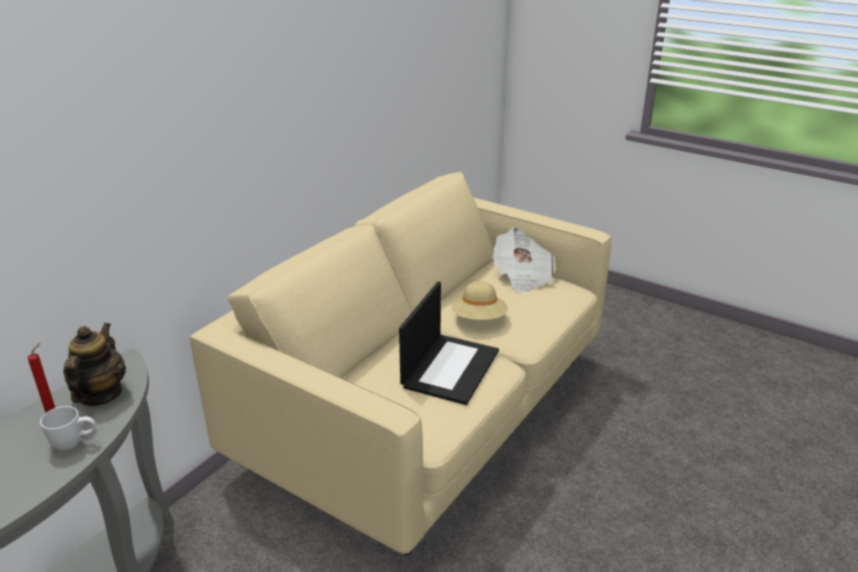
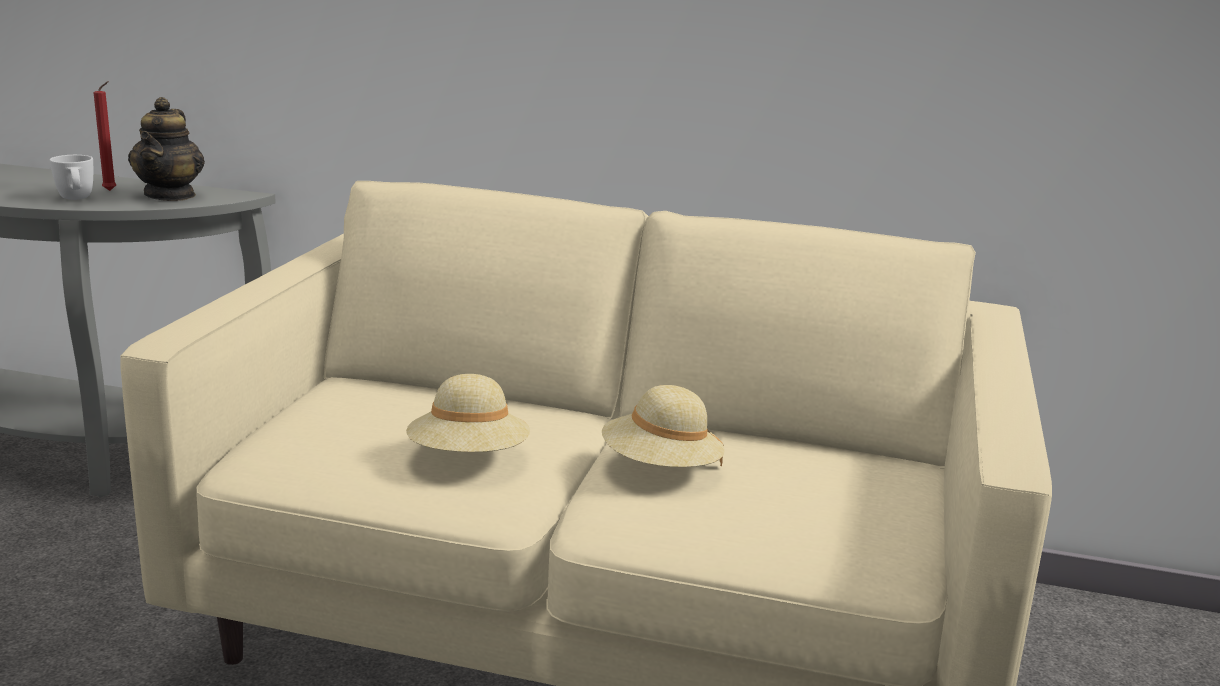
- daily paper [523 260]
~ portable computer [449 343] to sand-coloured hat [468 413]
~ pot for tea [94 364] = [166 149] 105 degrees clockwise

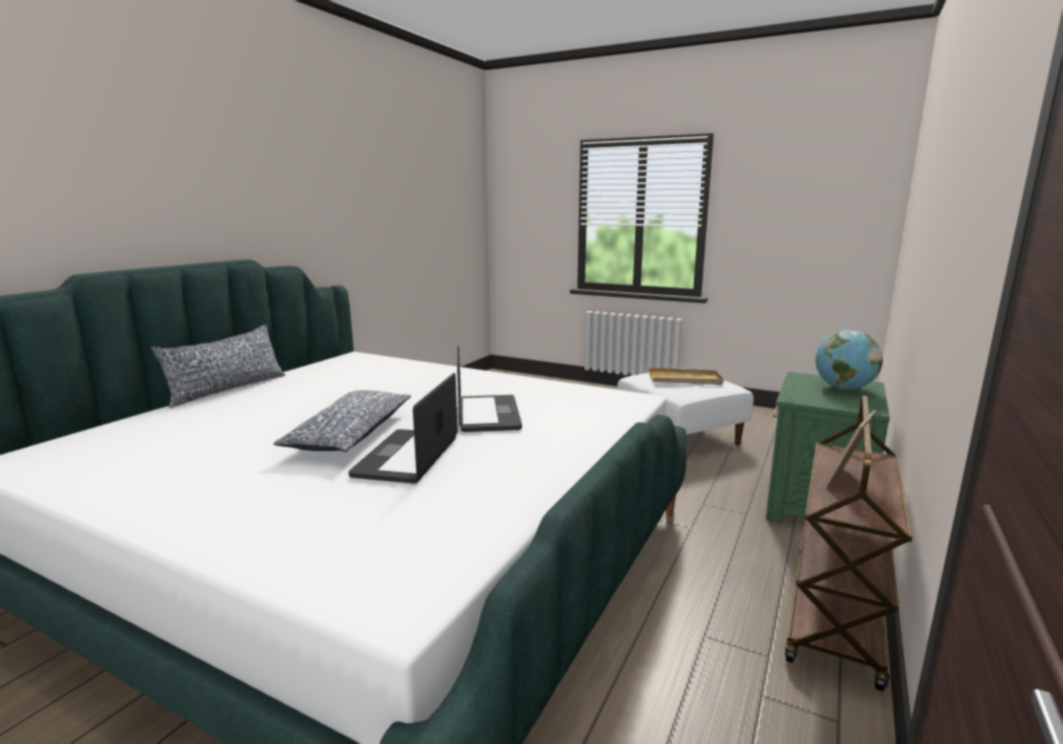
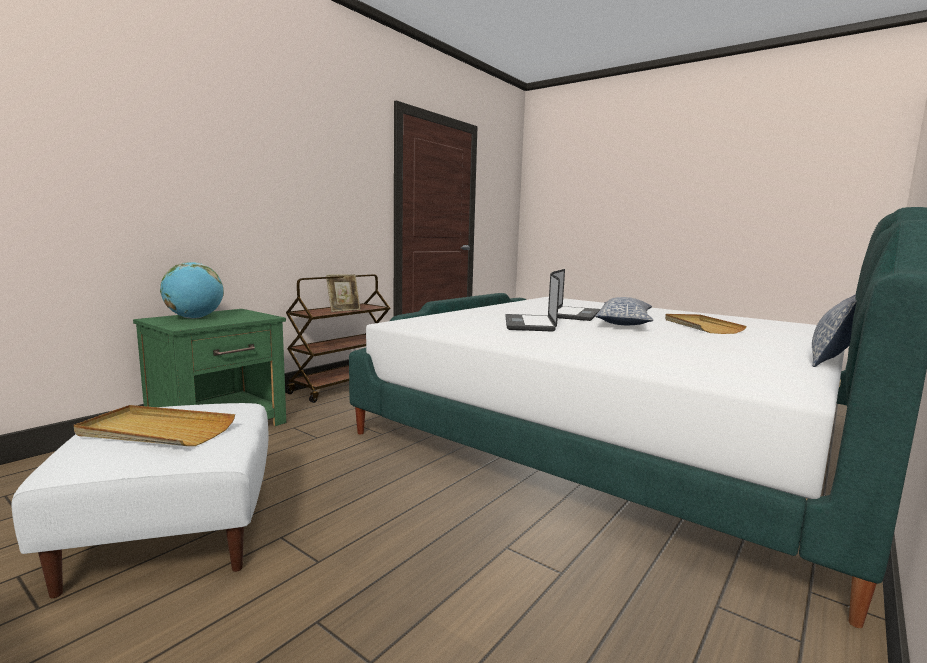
+ sand-coloured carrying tray [706 324]

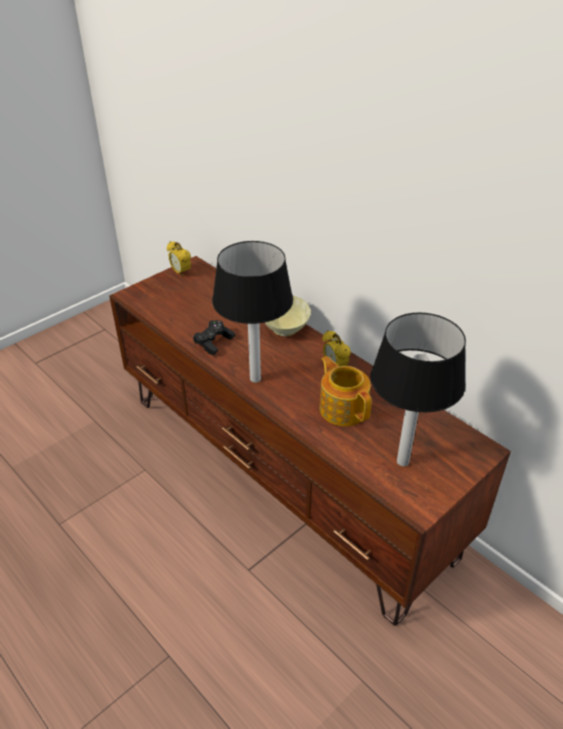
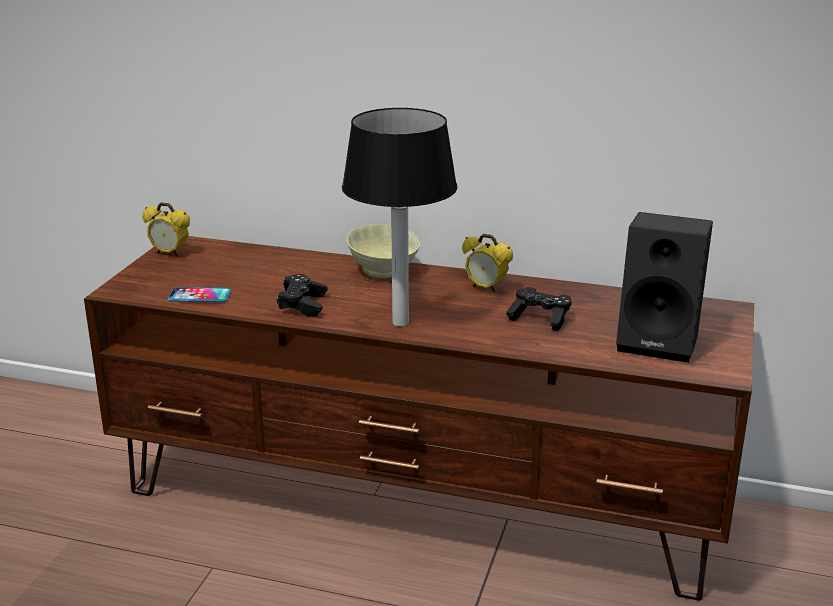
~ table lamp [418 389] to black audio speaker [664 287]
~ pot for tea [346 391] to black gamepad [539 309]
+ handset [199 294]

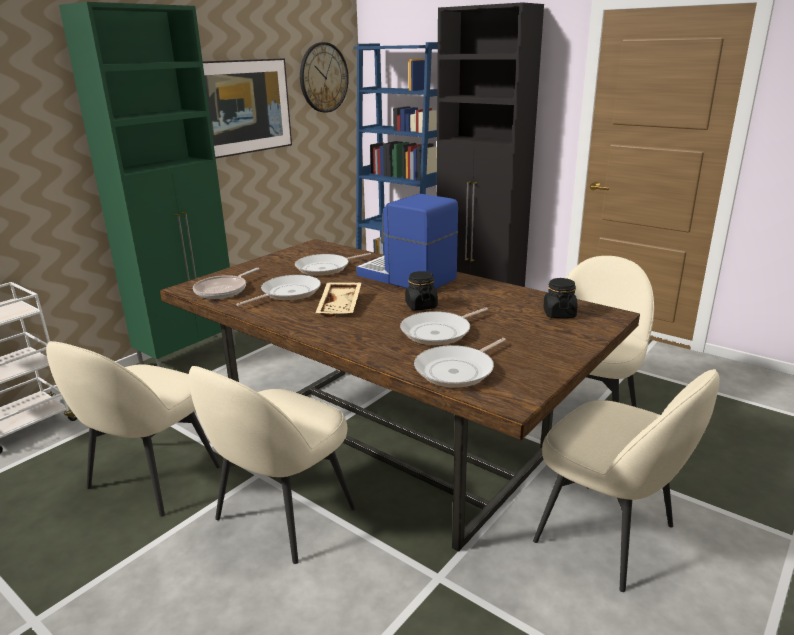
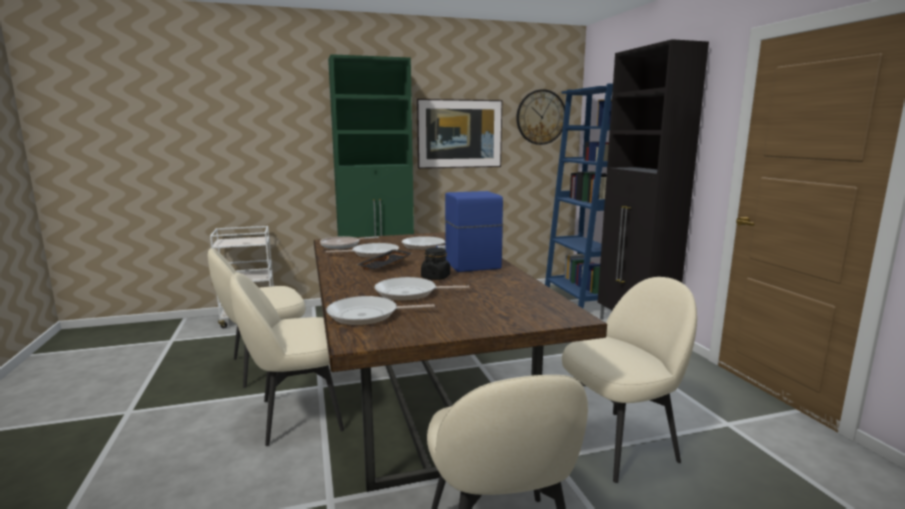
- black preserve jar [560 298]
~ sand-coloured carrying tray [338 299] to black carrying tray [384 259]

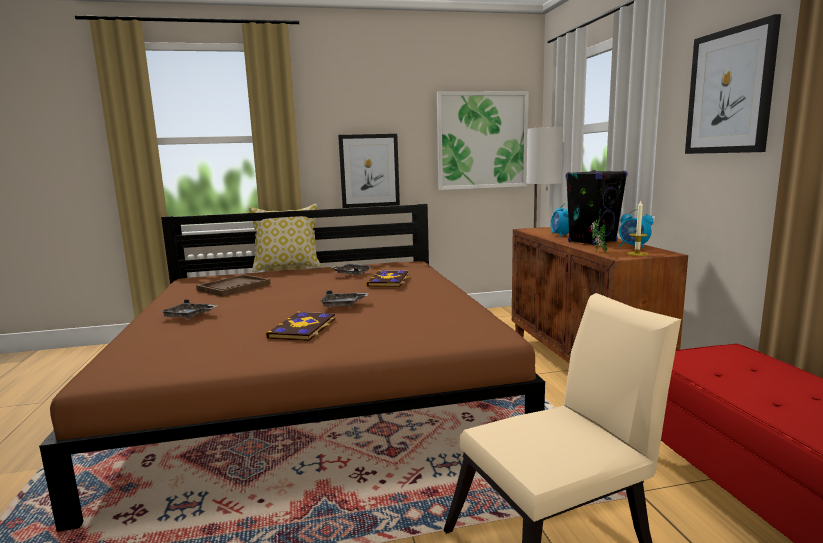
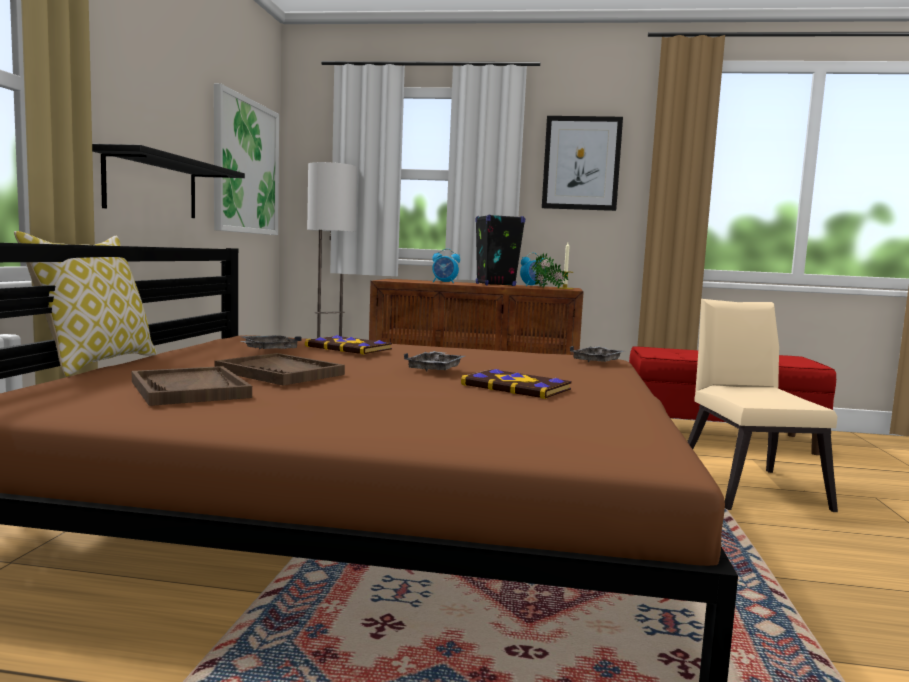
~ picture [369 171] to black bracket shelf [168 181]
~ gray carrying tray [188 309] to [597 354]
+ brown carrying tray [279 369]

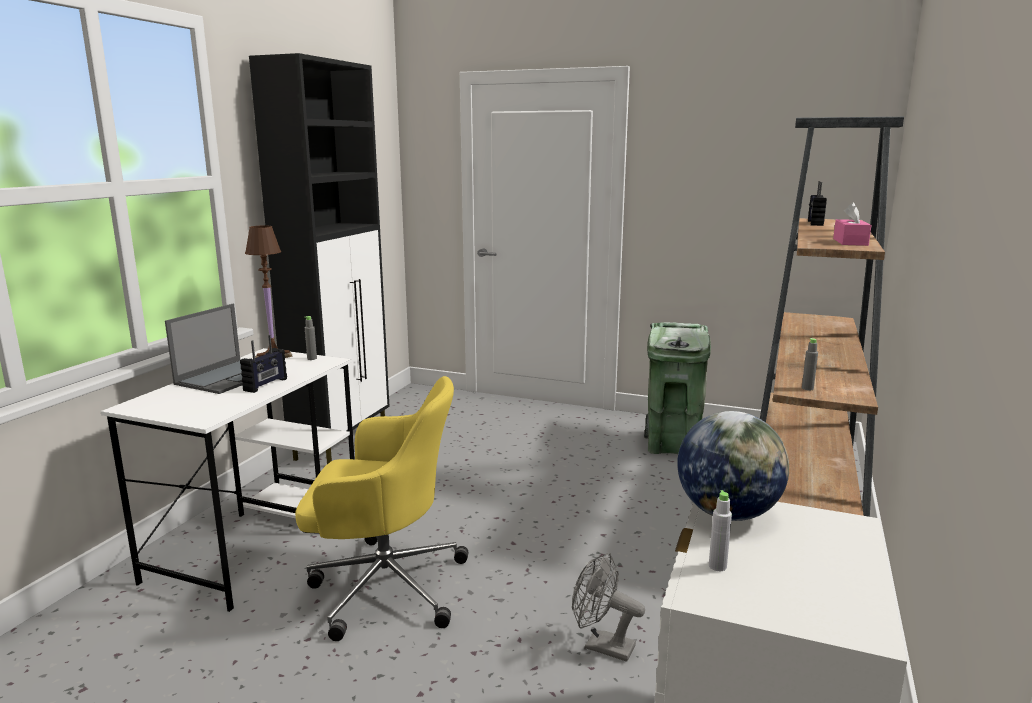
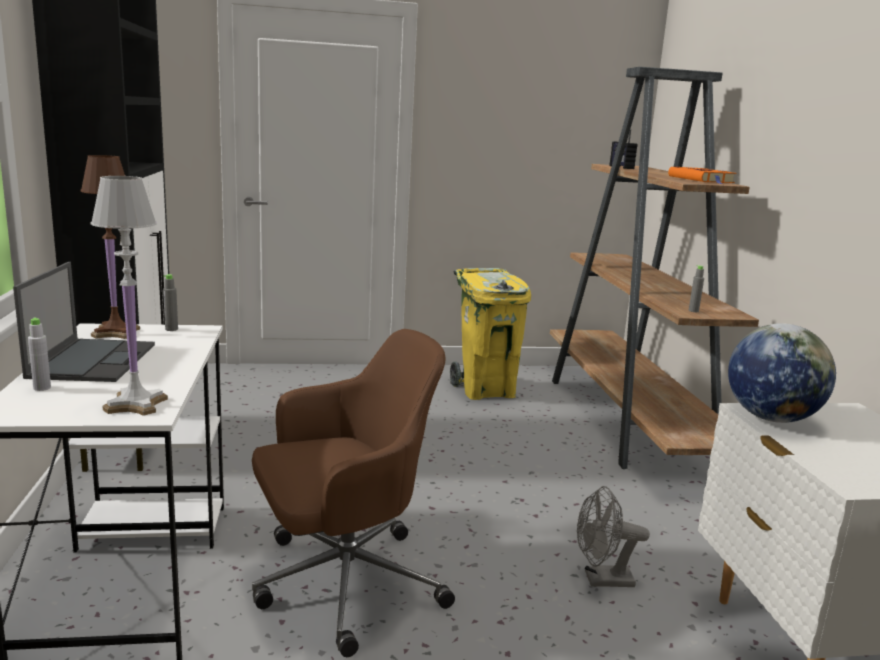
~ pink-coloured tissue box [852 224] to orange book [702 175]
~ green-coloured trash can [677 388] to yellow-coloured trash can [490 334]
- radio [263 364]
~ yellow-coloured office chair [381 508] to brown office chair [353 493]
~ gray bottle [720 530] to [39 354]
+ white-coloured table lamp [129 296]

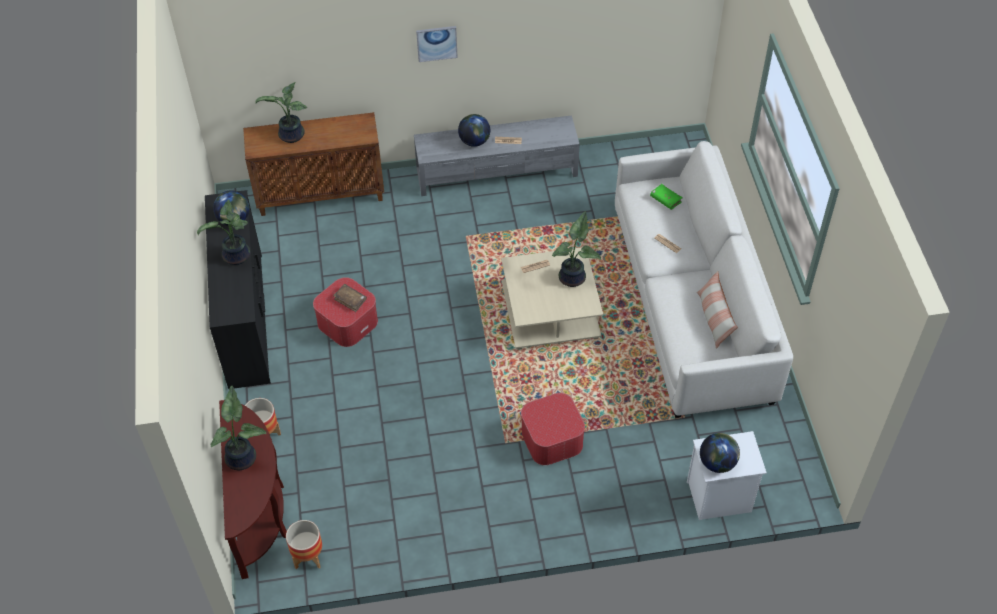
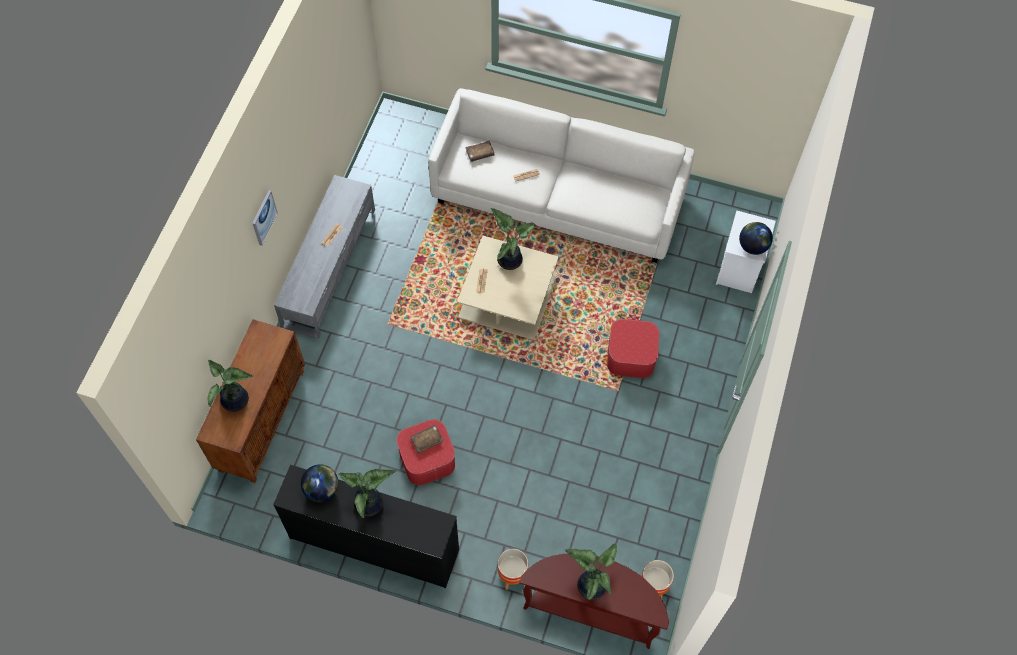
- globe [474 130]
~ green-coloured book [666 197] to brown book [479 151]
- throw pillow [717 309]

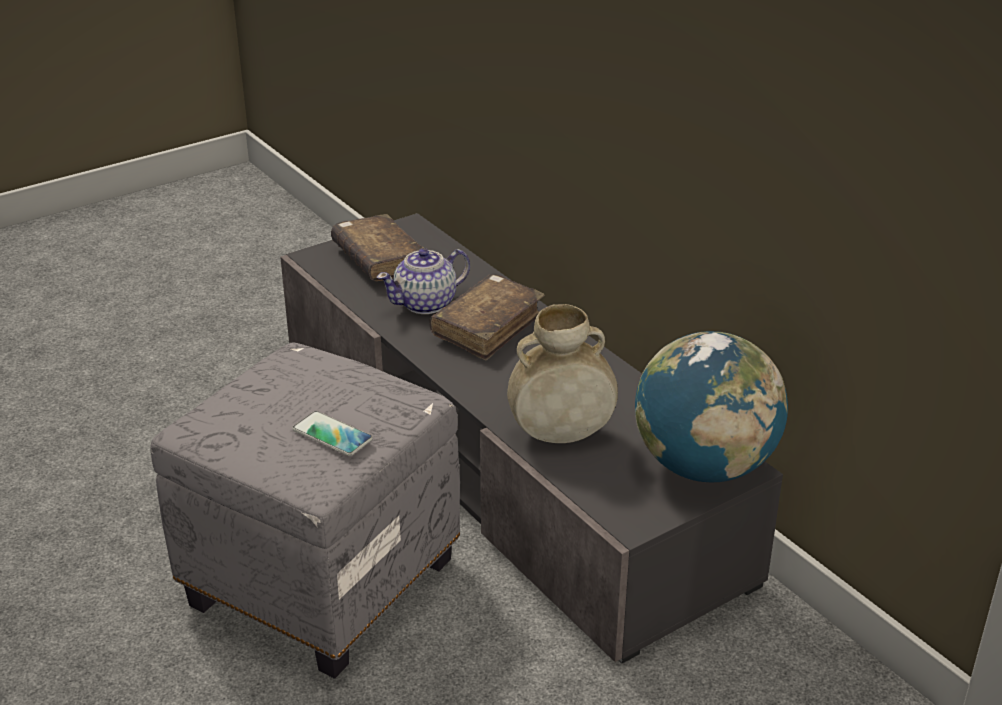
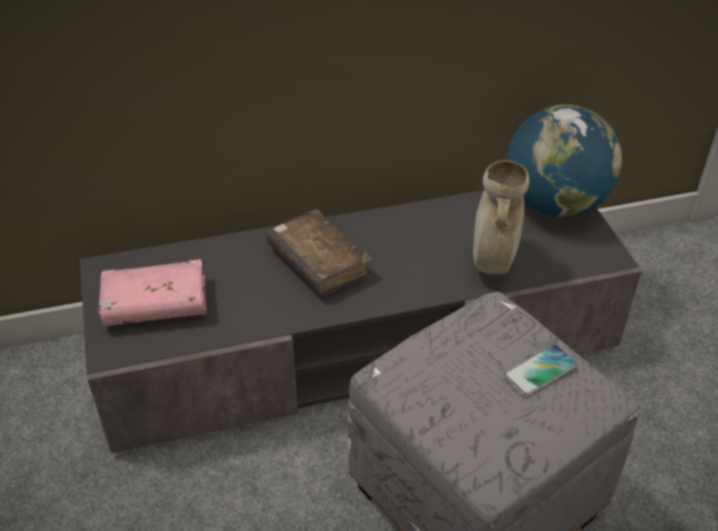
~ brown book [377 247] to pink-coloured book [152 293]
- pot for tea [423 281]

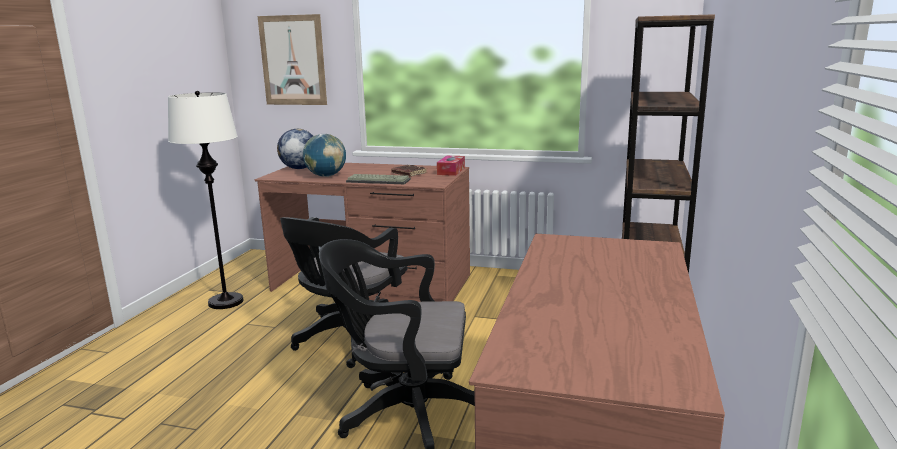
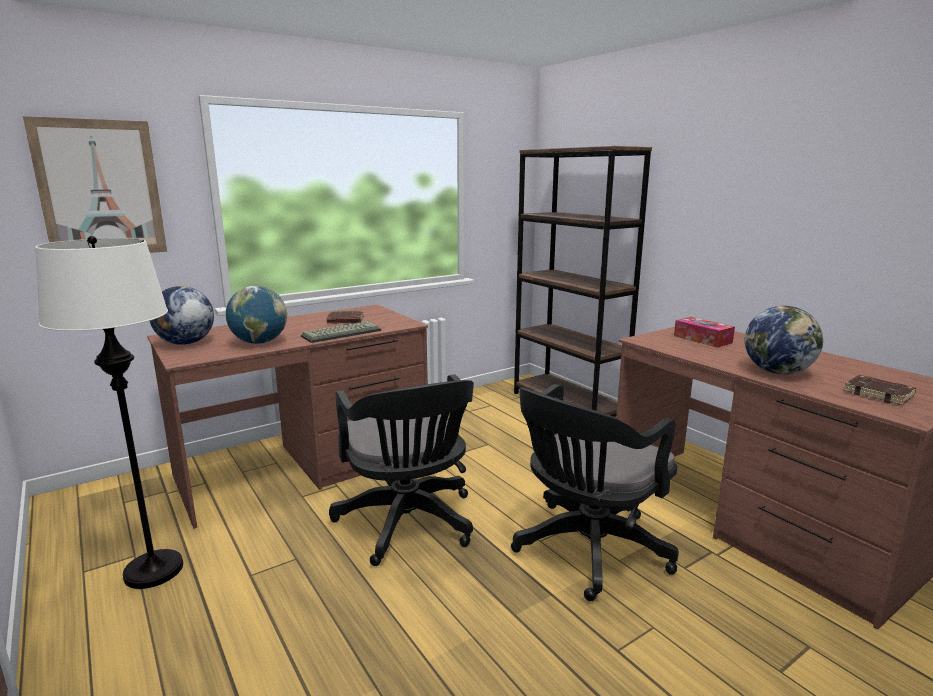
~ tissue box [451 166] to [704 332]
+ globe [784 340]
+ brown book [879 390]

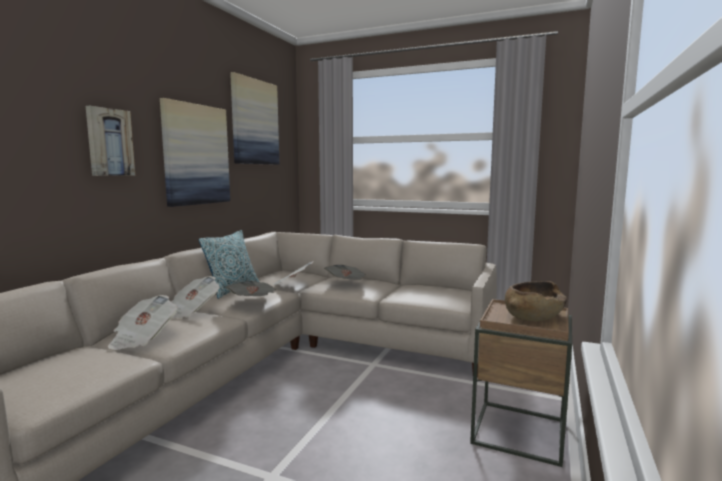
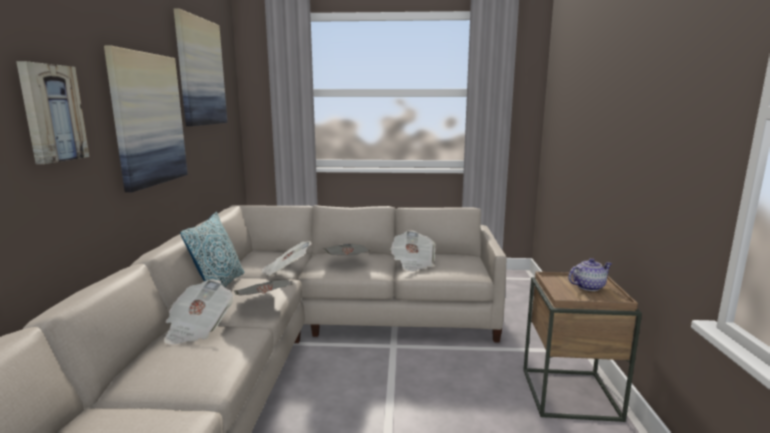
~ brown serving bowl [536 301] to pot for tea [590 274]
~ daily paper [142 322] to [413 251]

